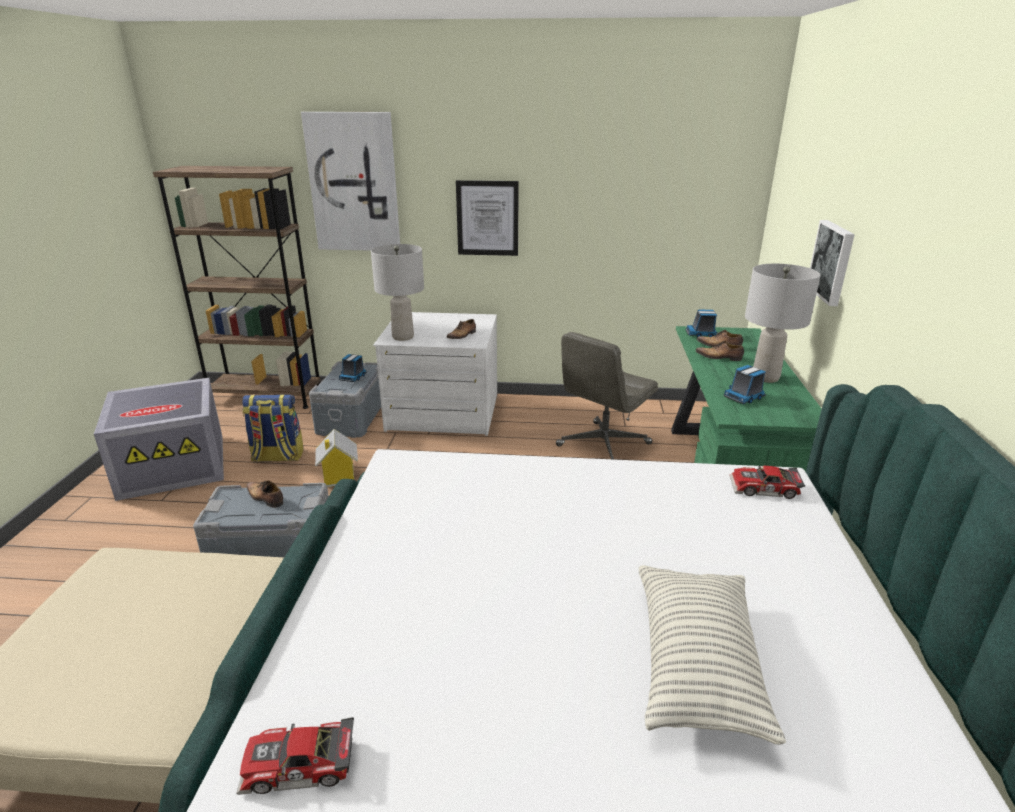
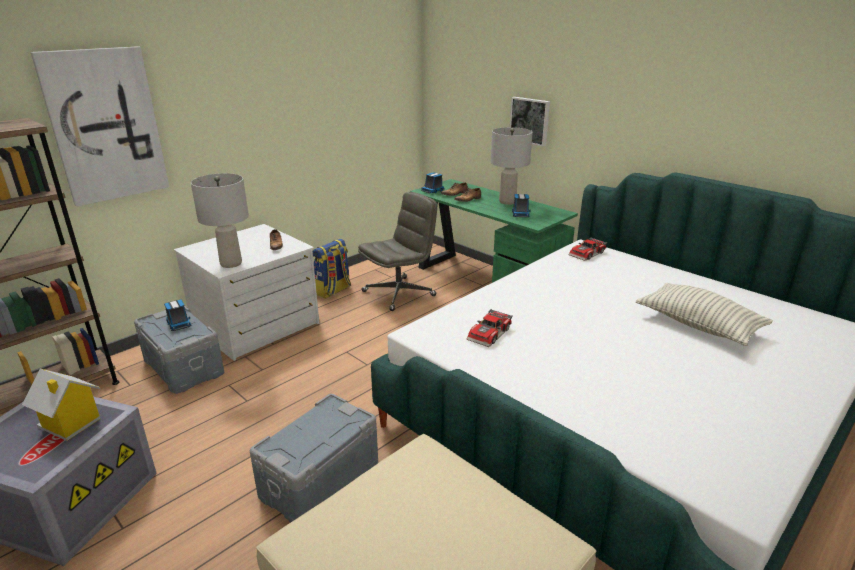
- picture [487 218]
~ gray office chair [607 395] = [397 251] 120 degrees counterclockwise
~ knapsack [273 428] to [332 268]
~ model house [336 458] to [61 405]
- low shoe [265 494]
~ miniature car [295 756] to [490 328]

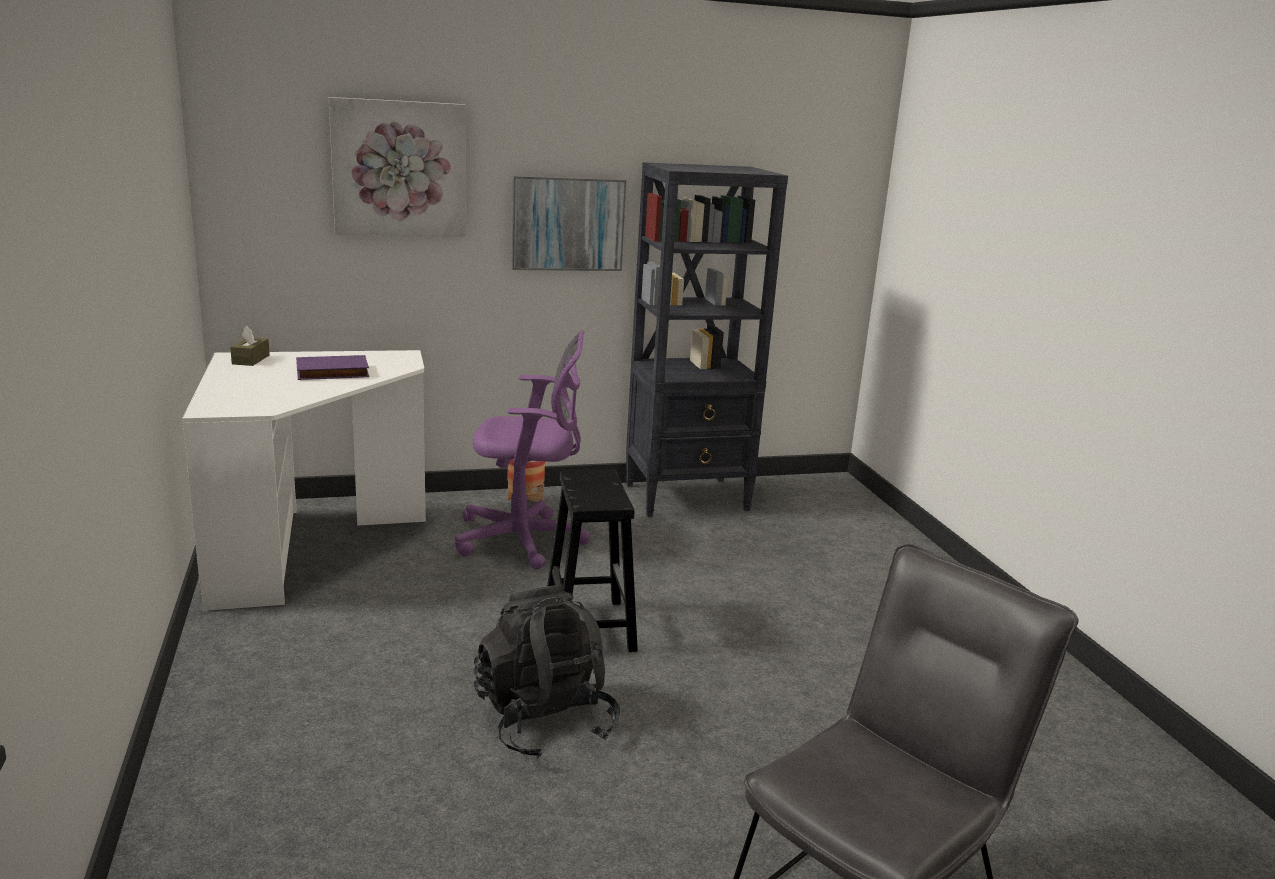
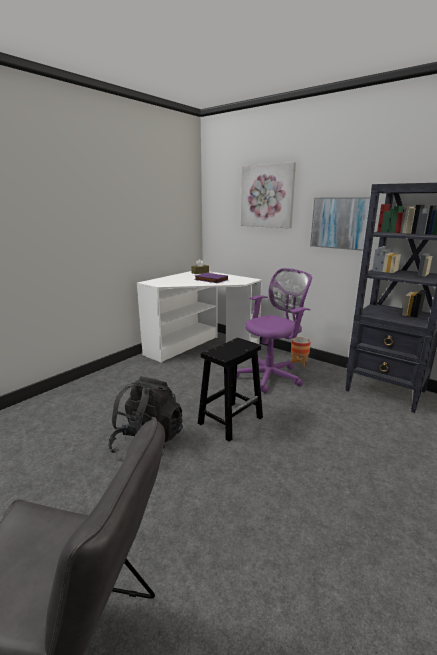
~ purple-coloured office chair [522 450] = [274 330] 90 degrees counterclockwise

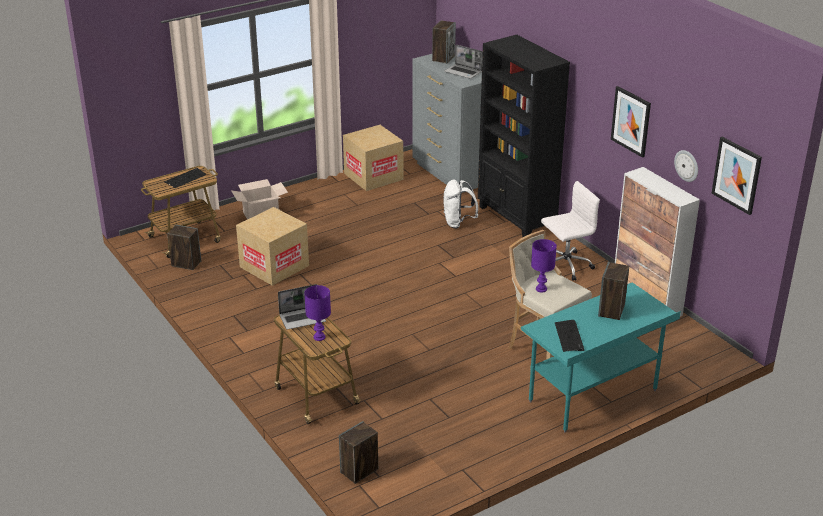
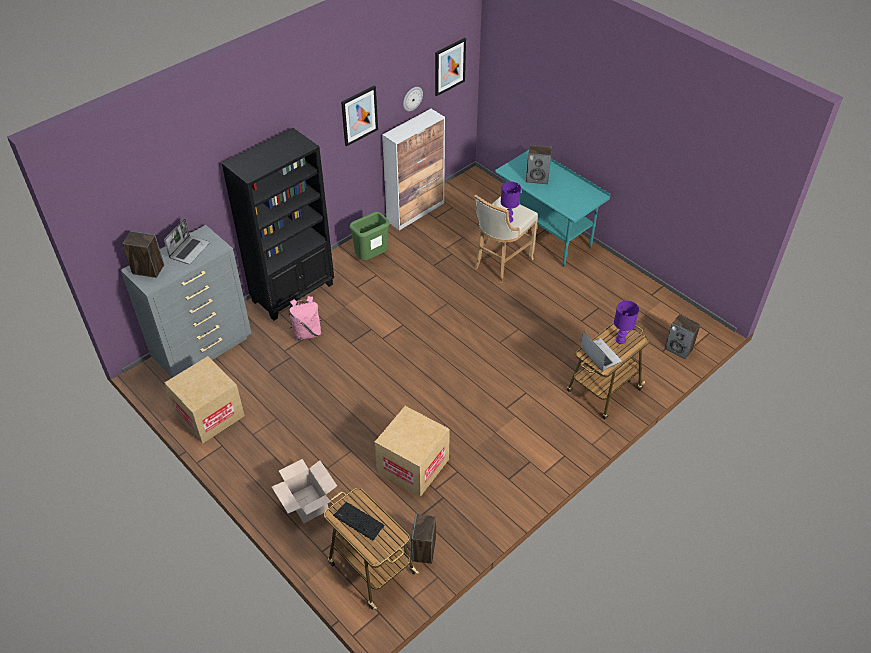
~ white-coloured knapsack [460 204] to pink-coloured knapsack [305 318]
~ white-coloured office chair [570 231] to green-coloured trash can [370 236]
- computer keyboard [569 336]

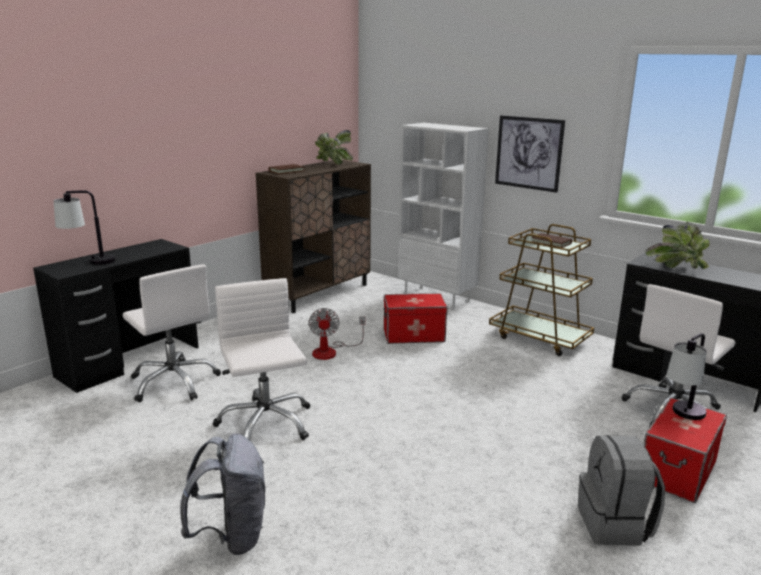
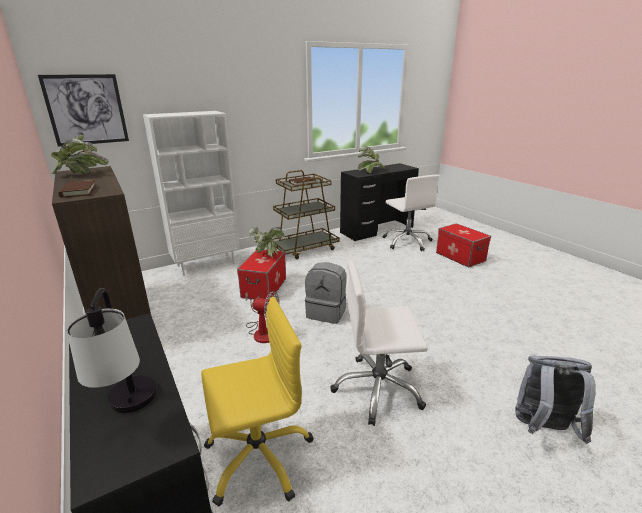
~ picture [530 154] to [83 110]
~ white-coloured office chair [172 333] to yellow-coloured office chair [257 401]
- table lamp [687 376]
~ gray knapsack [621 490] to [326 293]
+ houseplant [267 242]

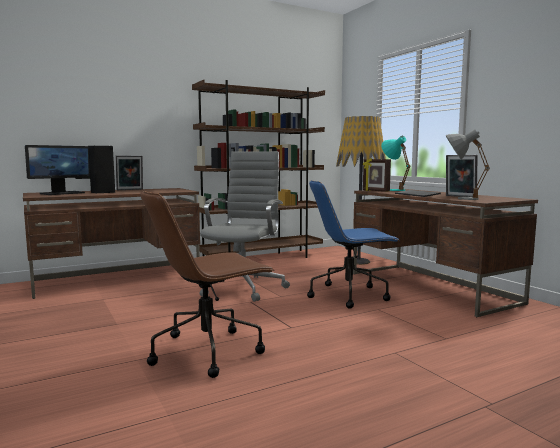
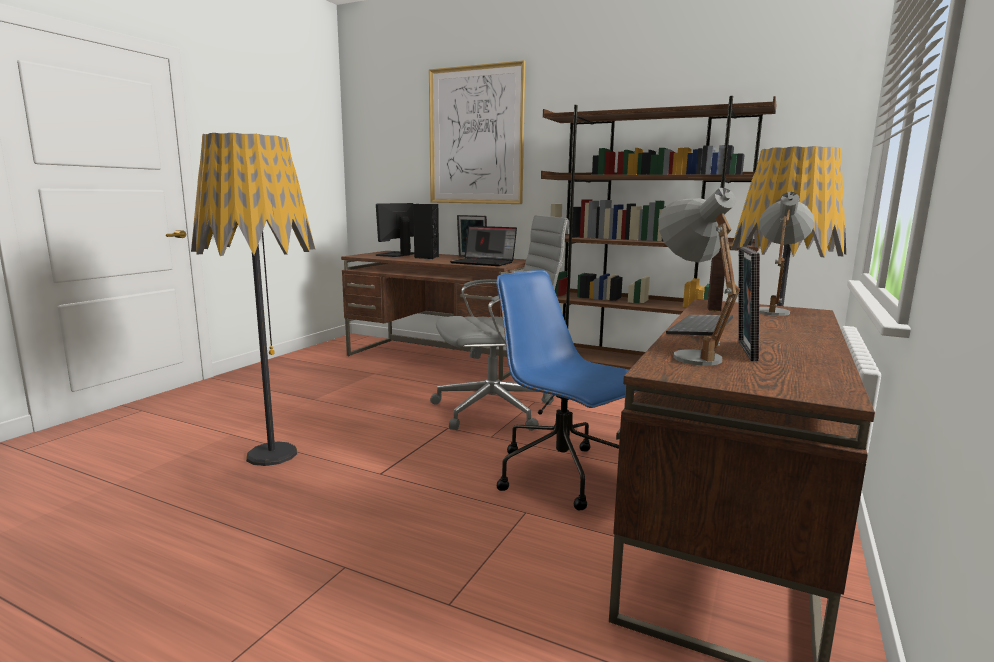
~ blue-green table lamp [396 163] to gray table lamp [787 254]
~ computer screen [57 170] = [395 230] 105 degrees clockwise
~ brown office chair [207 284] to standing lamp [253 299]
+ picture [477 132]
+ portable computer [483 246]

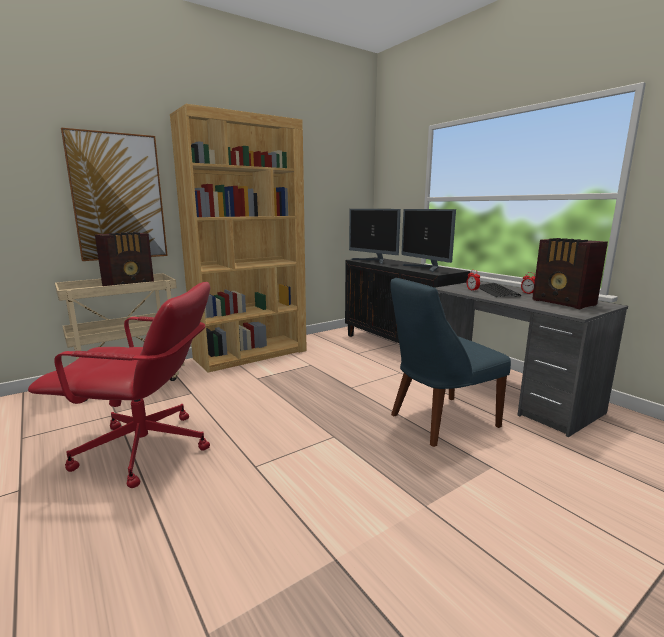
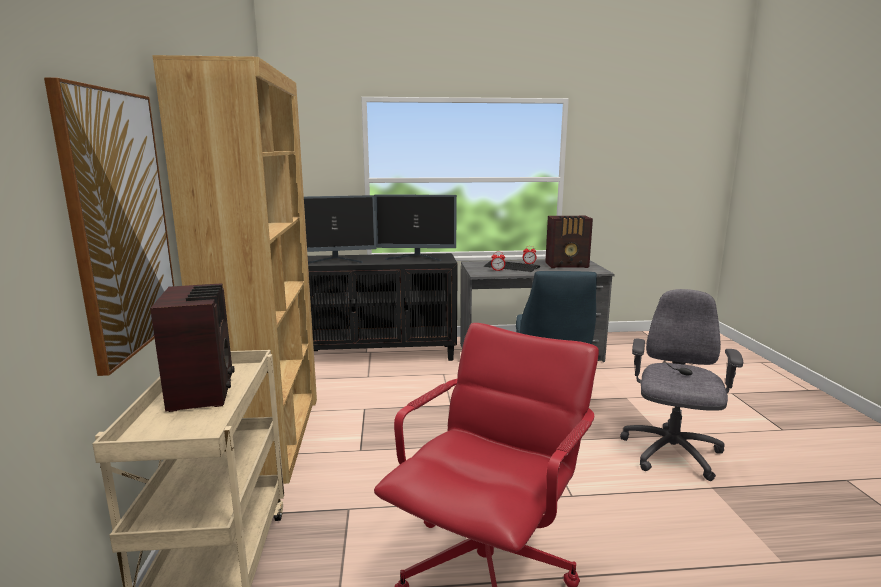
+ gray office chair [681 385]

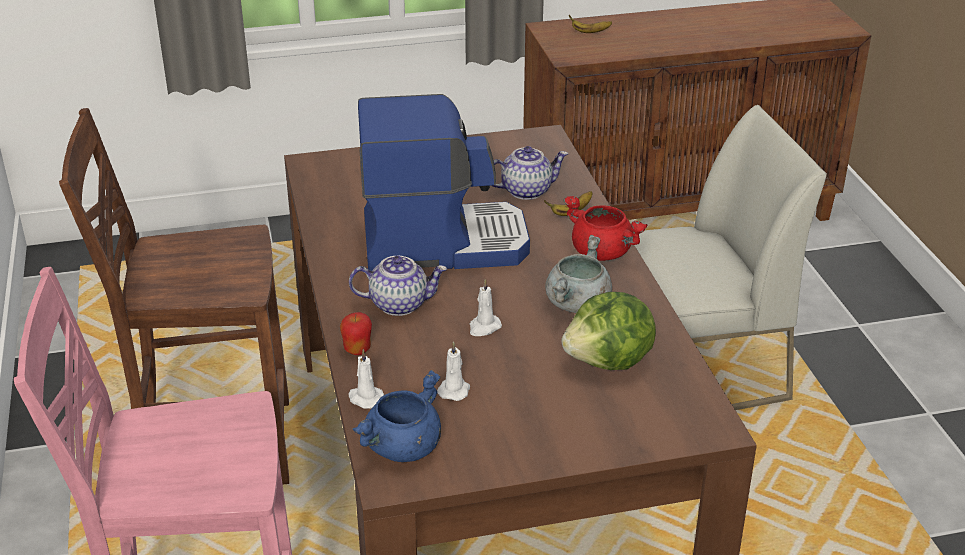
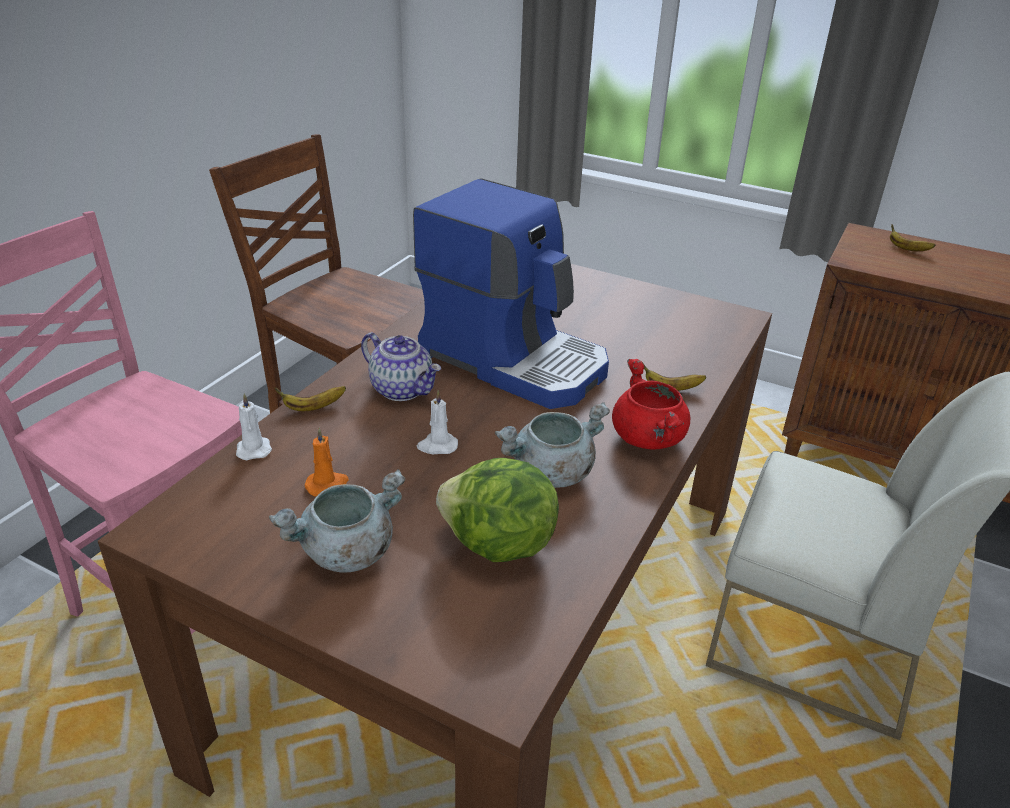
- pot for tea [530 173]
~ whole apple [356 333] to banana [310 398]
~ white-coloured wax light [453 371] to orange wax light [327 461]
- bluish stockpot [397 416]
+ gray stockpot [337 521]

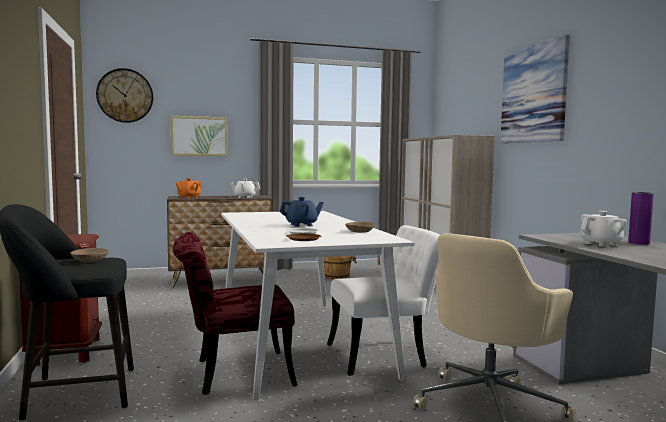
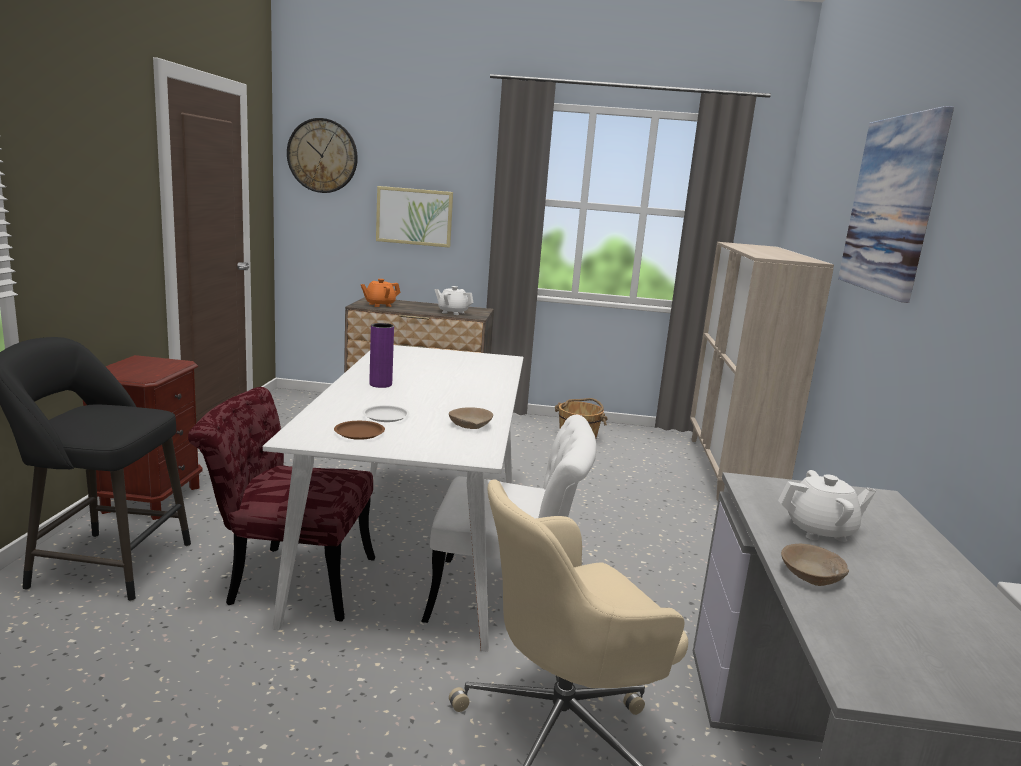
~ purple-coloured flower vase [641 218] to [381 355]
- bluish pot for tea [301 212]
~ sand-coloured serving bowl [90 255] to [815 565]

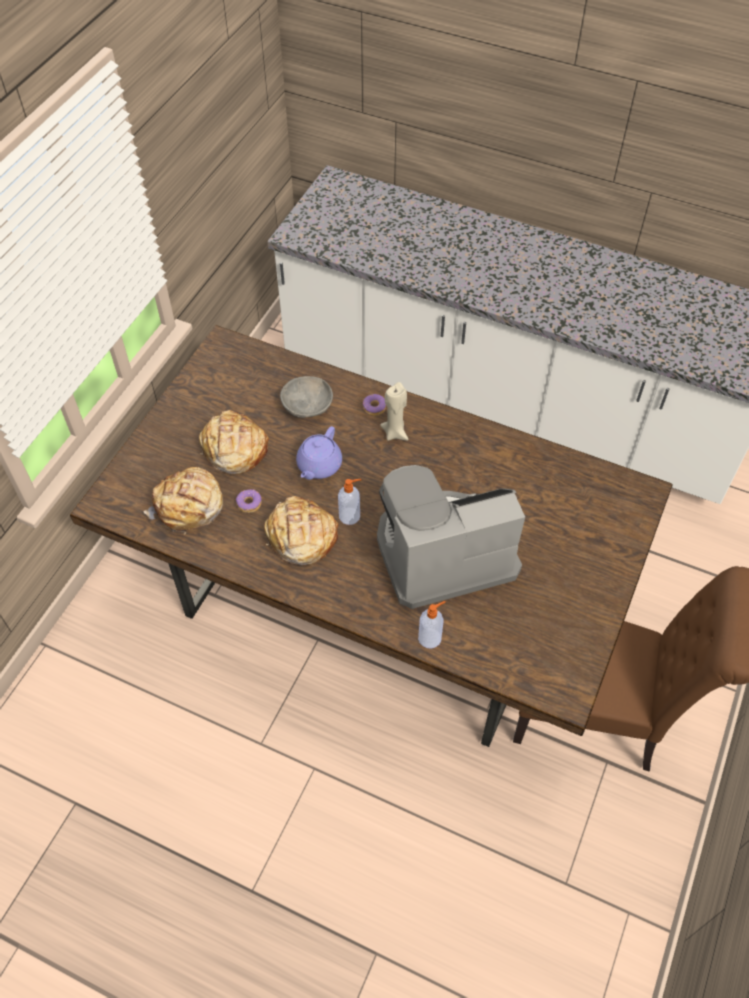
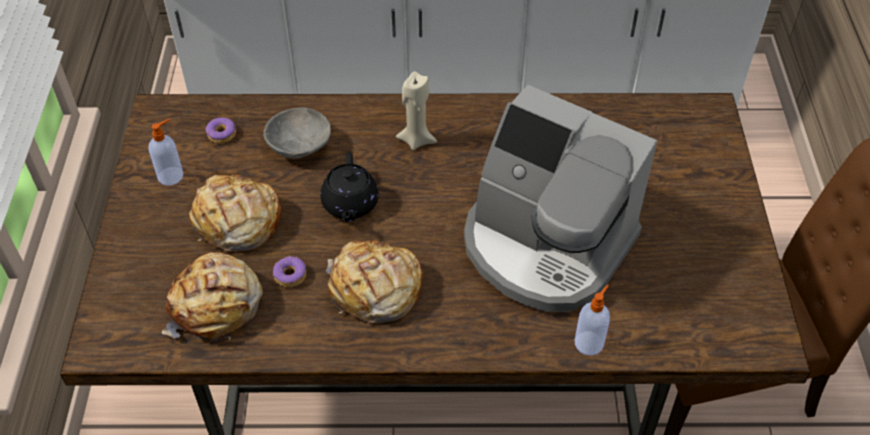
~ donut [374 405] to [221 130]
~ purple-coloured pot for tea [319 453] to black pot for tea [349 187]
~ coffee maker [451 537] = [560 198] 105 degrees counterclockwise
~ liquid soap bottle [350 502] to [166 152]

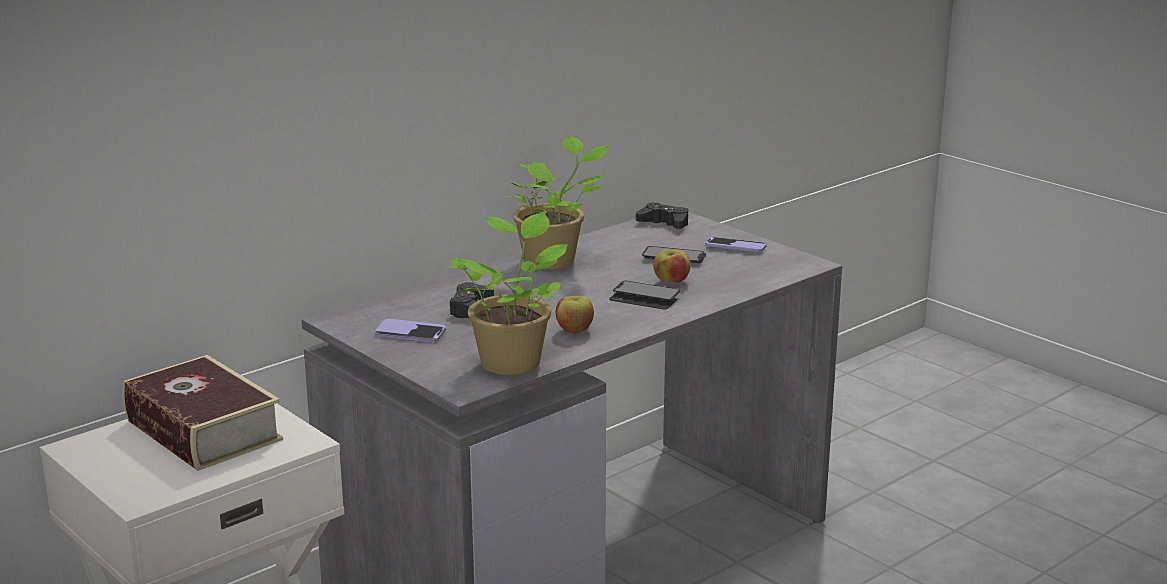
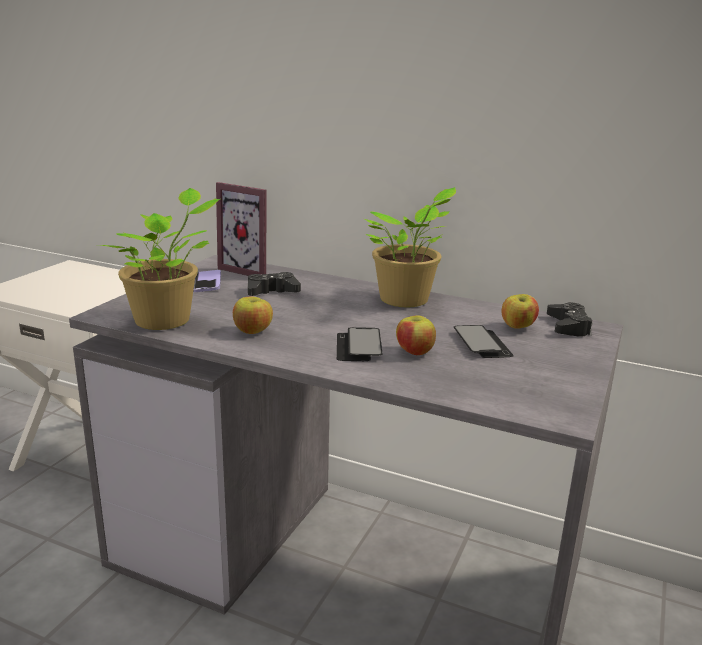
- handset [736 244]
- book [203 413]
+ photo frame [241 229]
+ whole apple [520 311]

